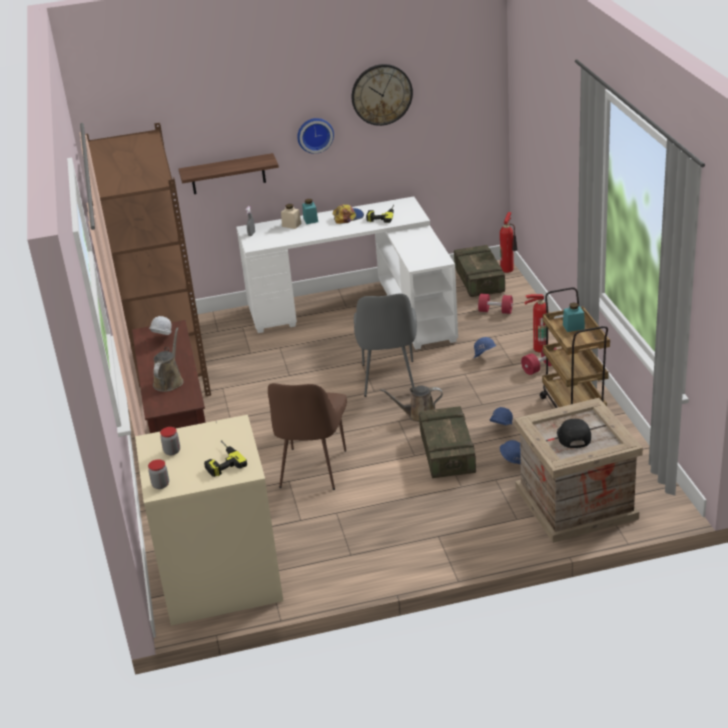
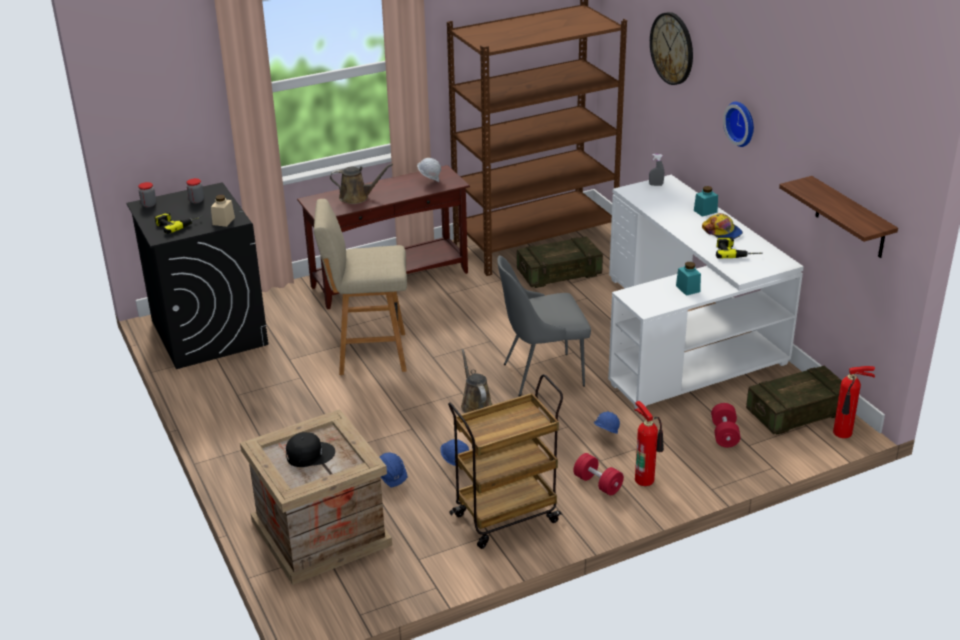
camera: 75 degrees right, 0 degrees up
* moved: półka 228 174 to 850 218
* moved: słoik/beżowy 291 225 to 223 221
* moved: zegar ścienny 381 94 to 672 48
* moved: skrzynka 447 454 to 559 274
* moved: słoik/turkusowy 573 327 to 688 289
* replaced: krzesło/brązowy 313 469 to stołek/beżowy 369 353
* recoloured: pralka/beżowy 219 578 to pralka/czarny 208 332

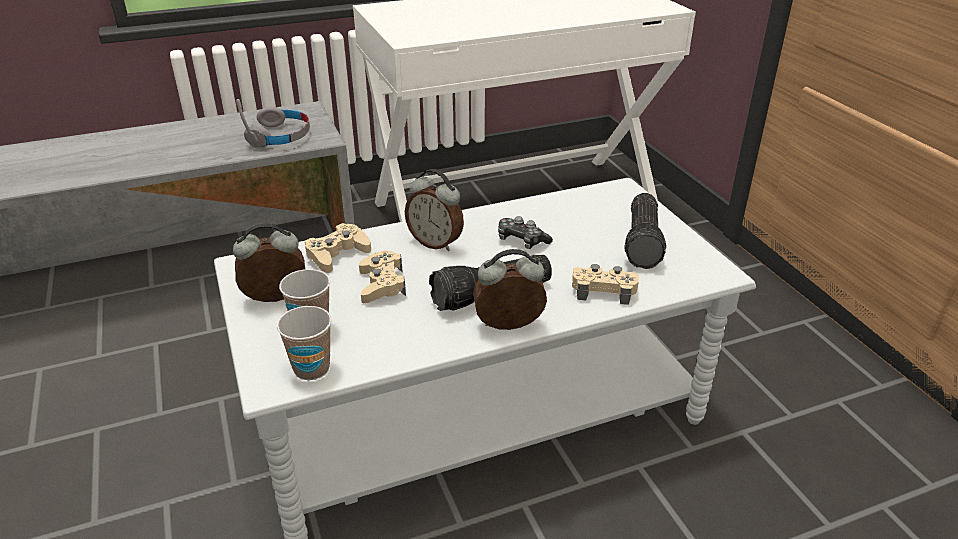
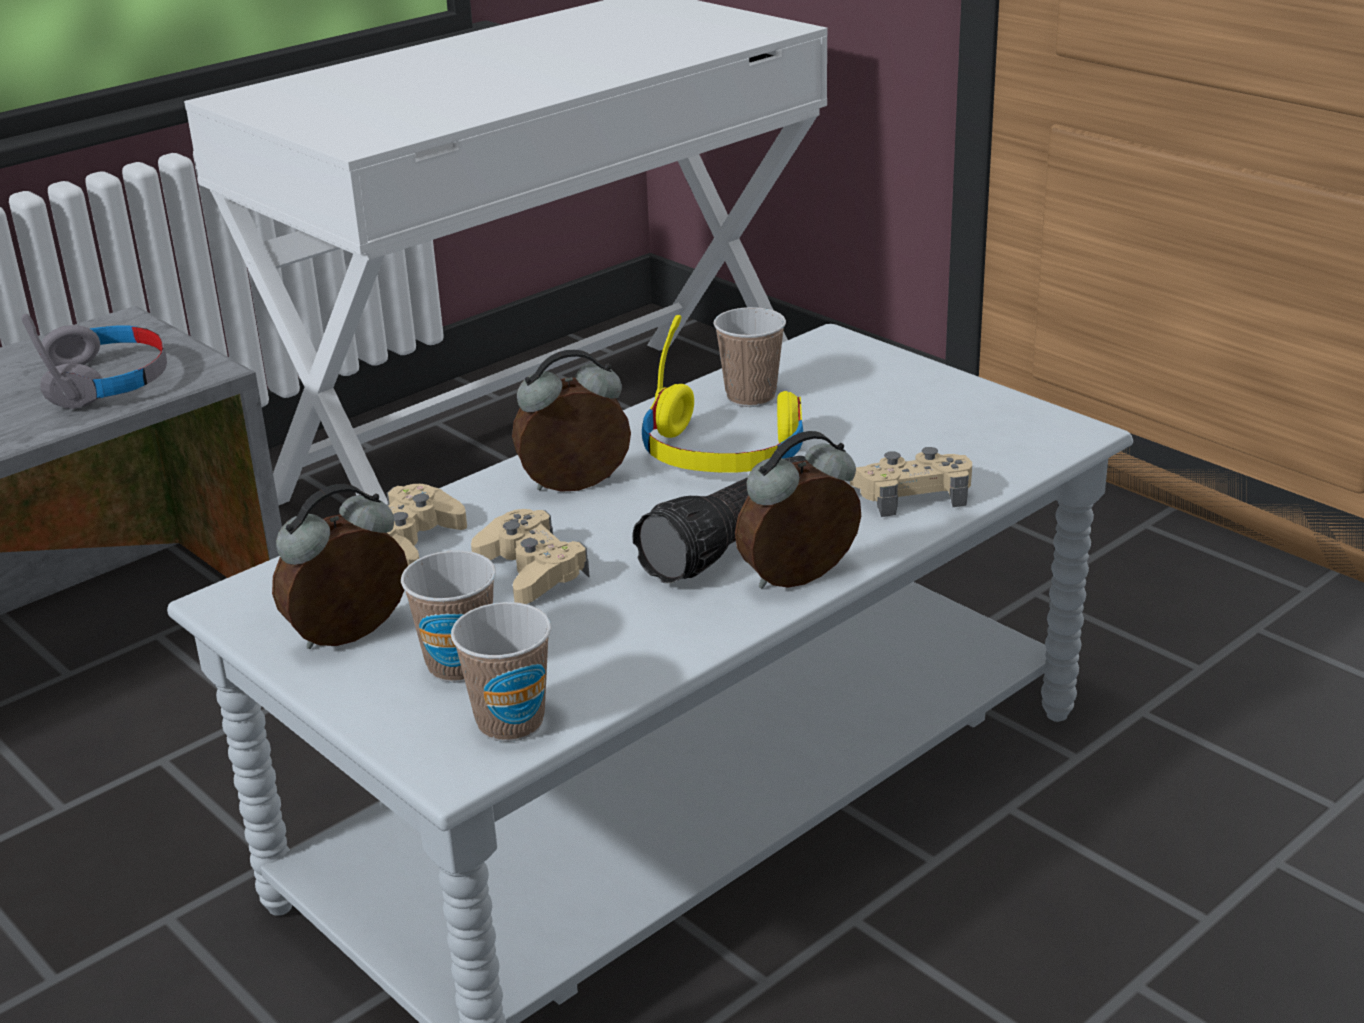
camera: 20 degrees left, 5 degrees down
* removed: latarka 644 242
* added: filiżanka 751 397
* replaced: pad do gier 521 241 to słuchawki/żółty 723 453
* turned: budzik 436 243 = 576 488 150 degrees clockwise

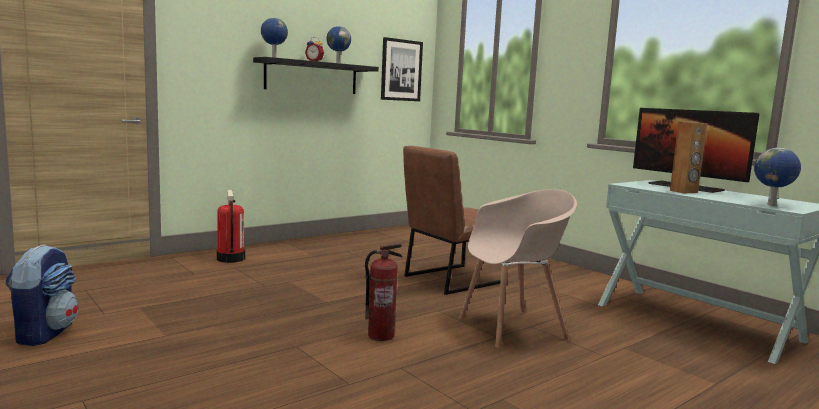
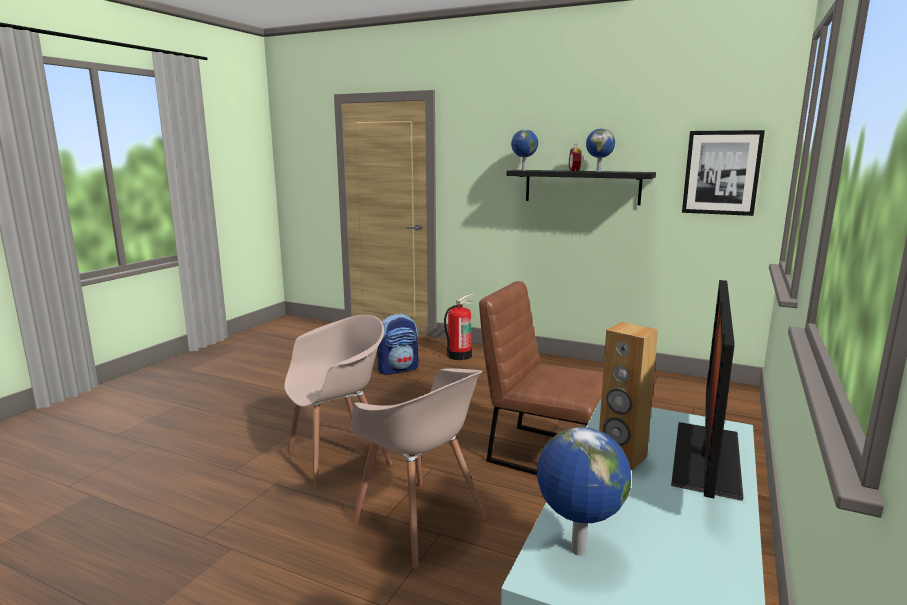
camera: 65 degrees right, 5 degrees up
* moved: plecak 45 333 to 398 369
* replaced: gaśnica 381 335 to krzesło/beżowy 340 458

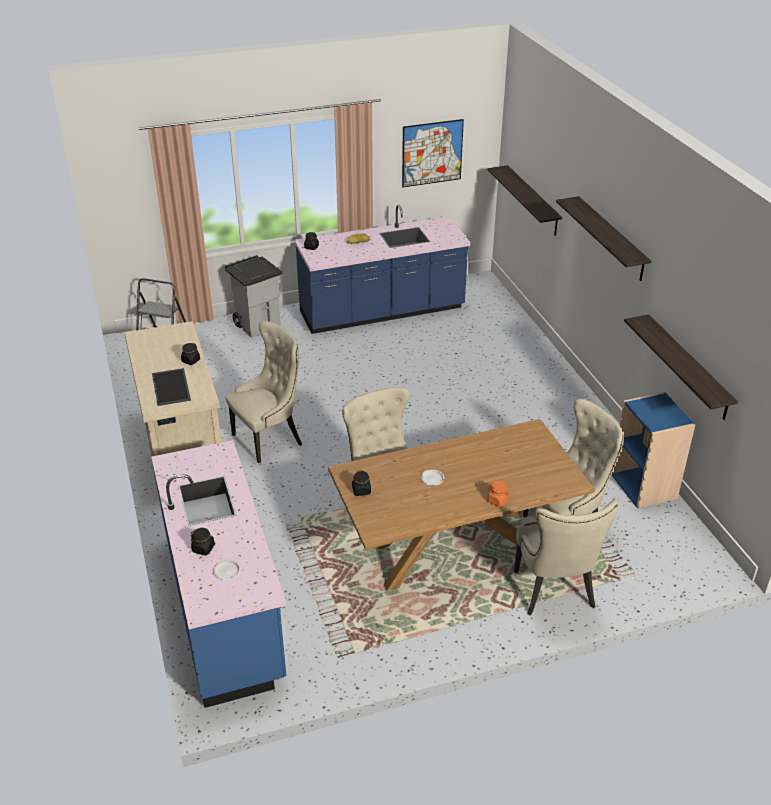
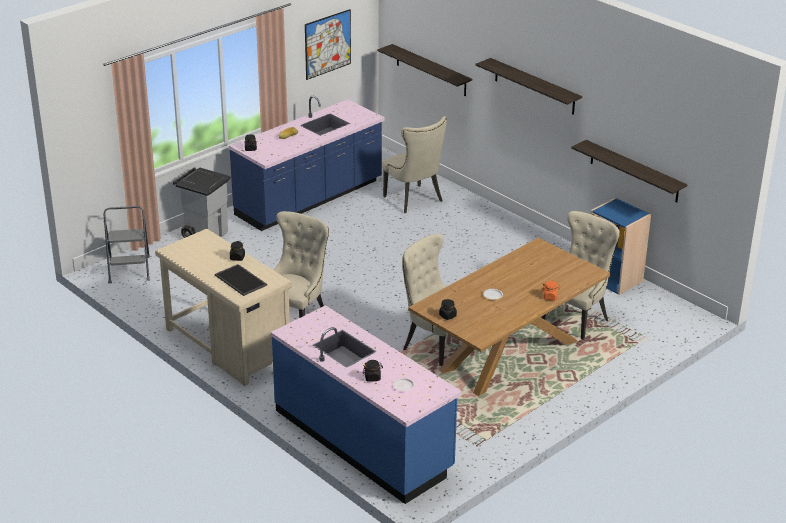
camera: 25 degrees left, 5 degrees down
* moved: krzesło/beżowy 554 591 to 413 200

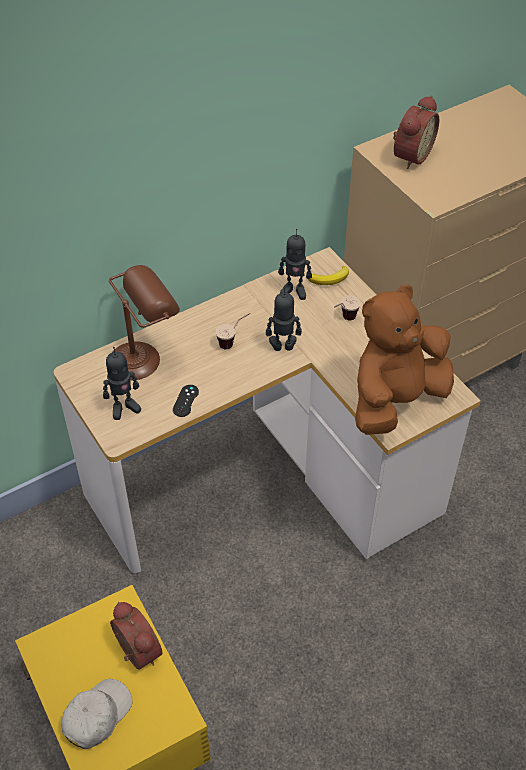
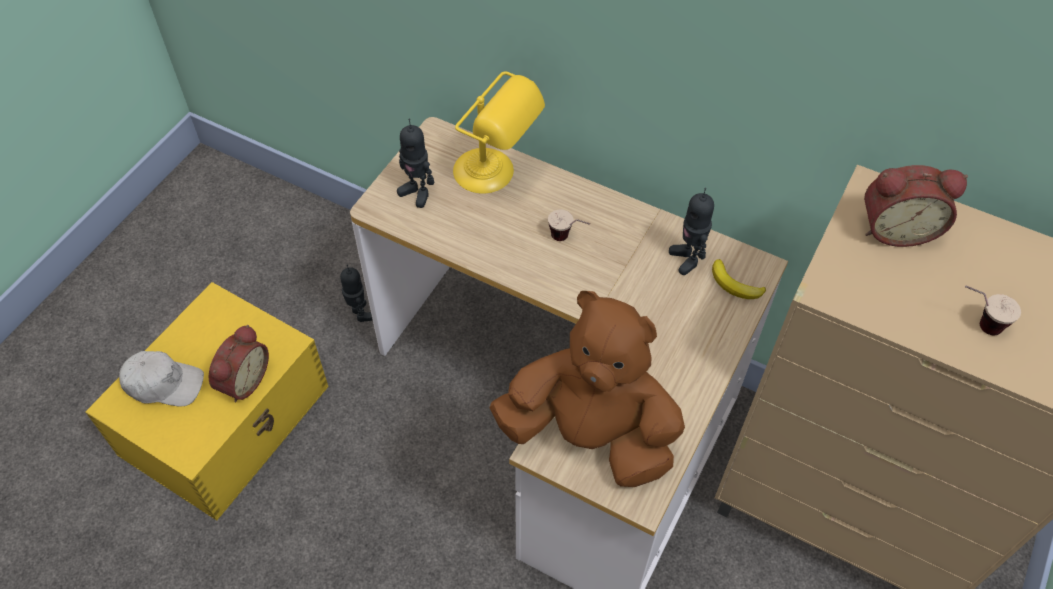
camera: 60 degrees right, 5 degrees up
* removed: pad do gier/czarny 185 401
* moved: robot zabawkowy 283 346 to 359 314
* moved: filiżanka 344 320 to 976 323
* recoloured: lampa stołowa/brązowy 143 355 to lampa stołowa/żółty 495 174

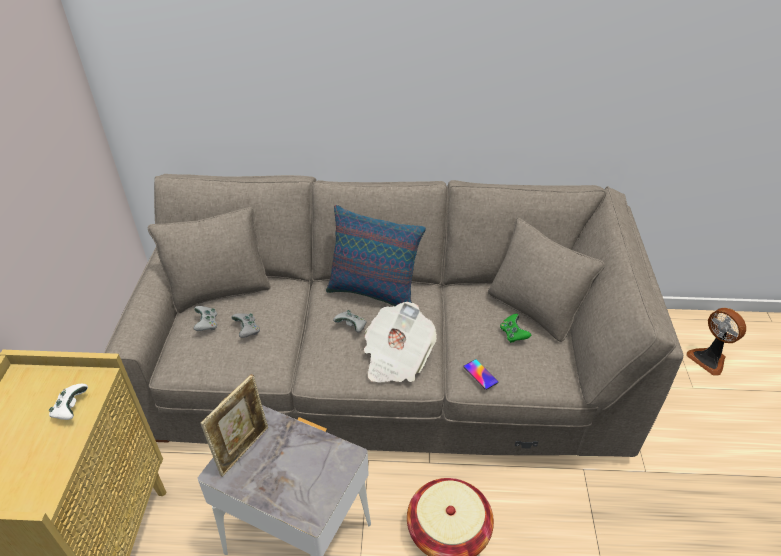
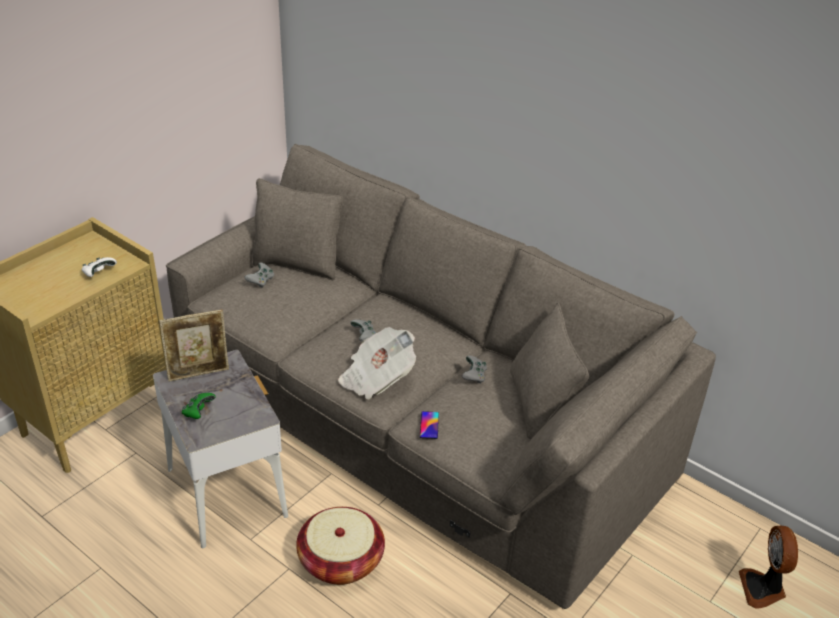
camera: 35 degrees right, 5 degrees down
* removed: poduszka/niebieski 373 293
* moved: pad do gier/szary 247 330 to 474 376
* moved: pad do gier/zielony 513 334 to 198 412

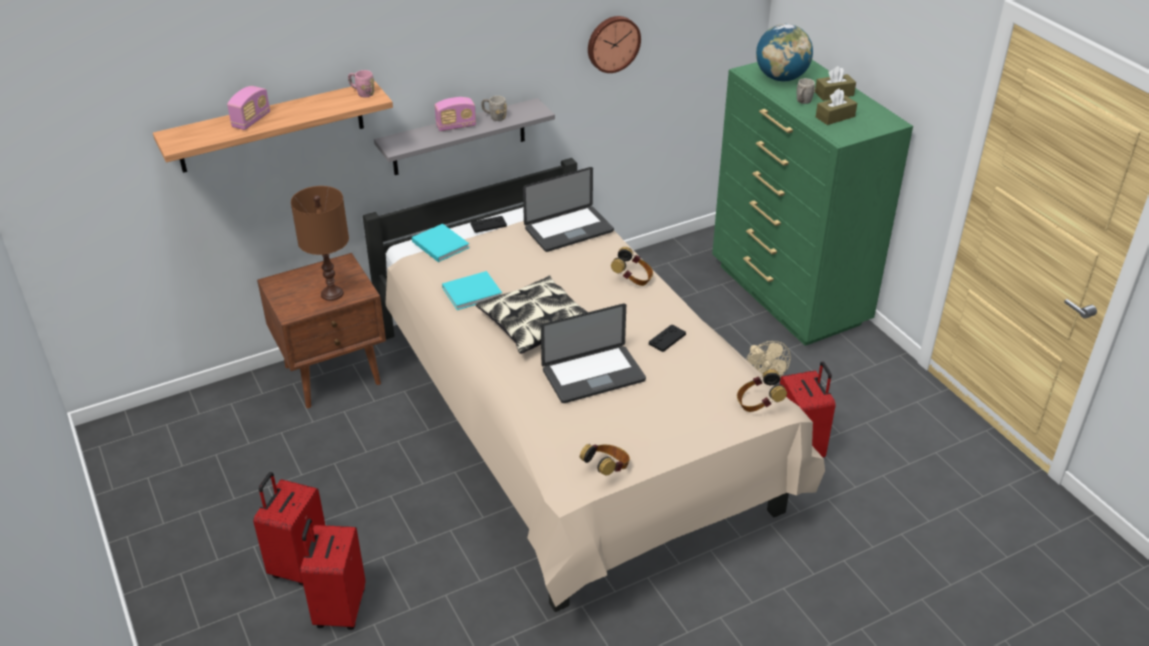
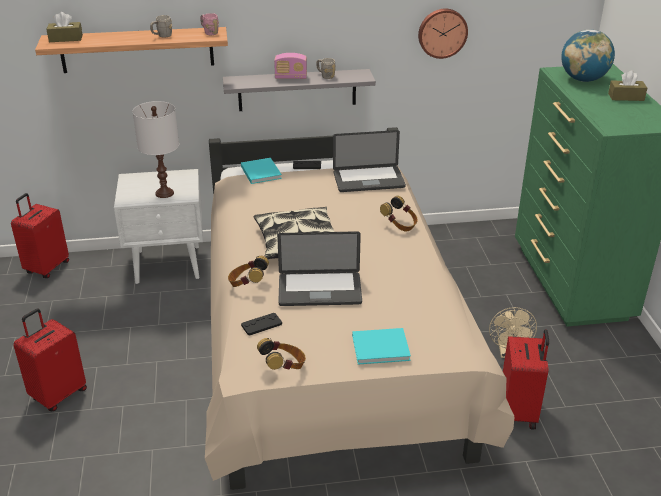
camera: 20 degrees right, 5 degrees down
* removed: radio 251 120
* moved: walizka/czerwony 339 609 to 46 267
* moved: książka/turkusowy 473 292 to 382 348
* moved: pad do gier/czarny 667 339 to 261 325
* moved: słuchawki 758 404 to 247 284
* moved: kubek/szary 802 102 to 162 36
* moved: pudełko chusteczek/brązowy 835 117 to 66 38
* recoloured: szafka nocna/brązowy 334 375 to szafka nocna/biały 169 264
* recoloured: lampa stołowa/brązowy 332 294 to lampa stołowa/biały 164 193

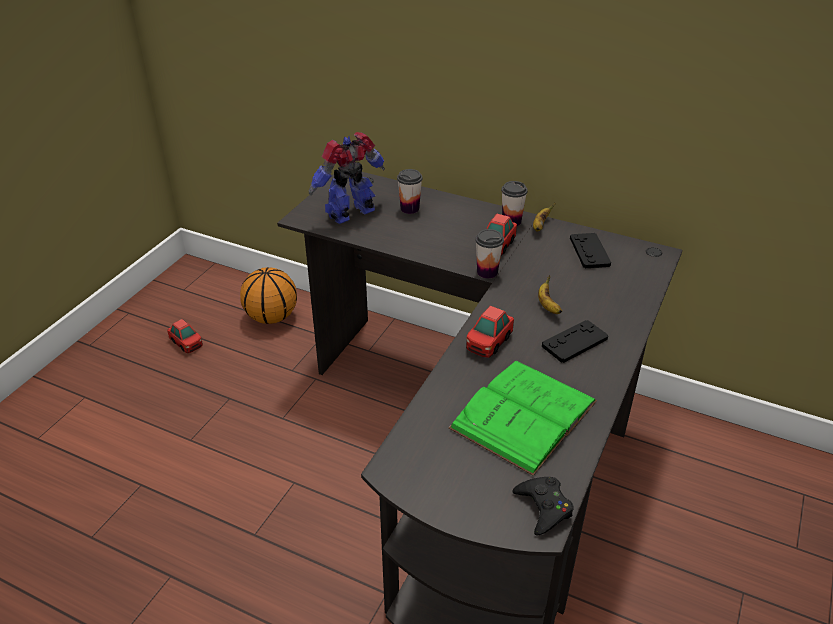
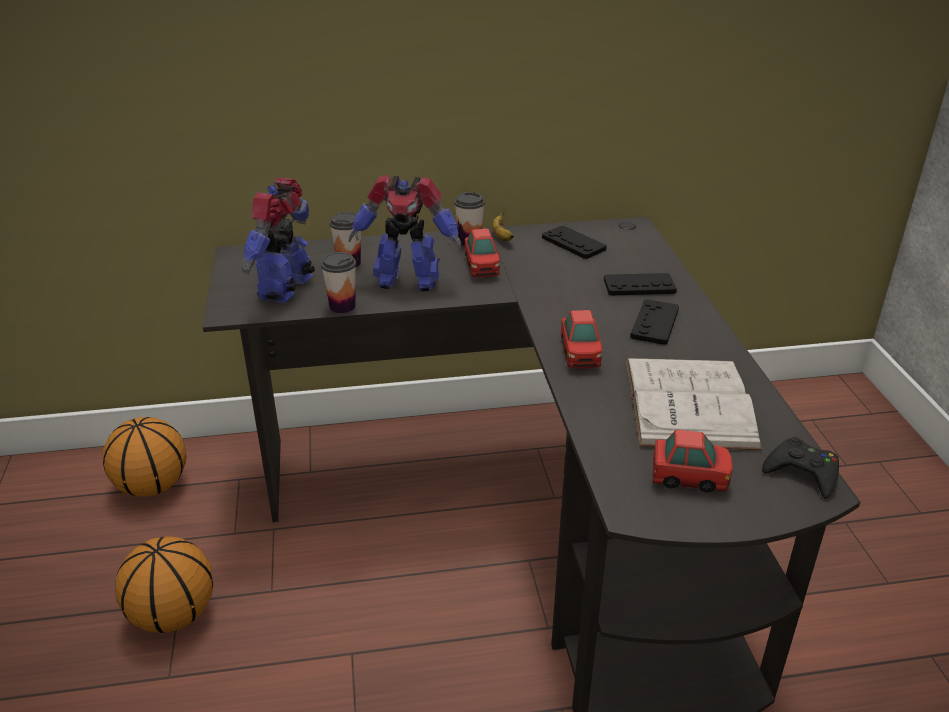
camera: 35 degrees left, 5 degrees down
* removed: banan 547 305
* added: piłka do koszykówki 174 615
* added: robot zabawkowy 407 280
* added: pad do gier/czarny 639 286
* moved: samochodzik 186 343 to 690 478
* moved: filiżanka 487 272 to 342 306
* recoloured: książka/zielony 524 414 to książka/biały 689 402

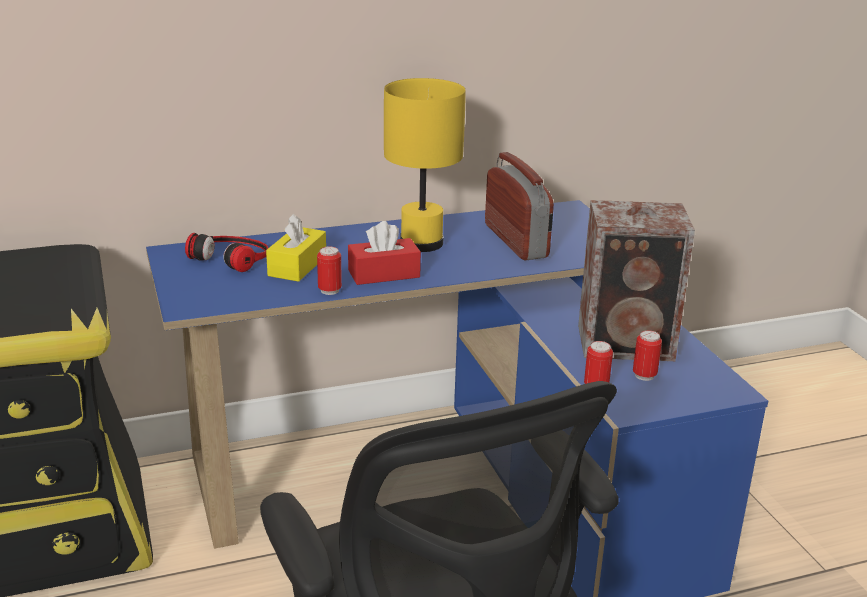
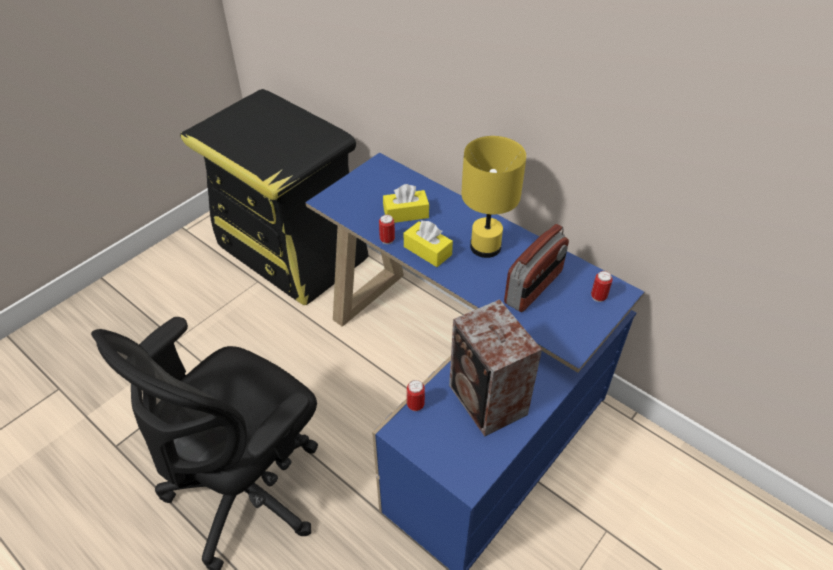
camera: 60 degrees right, 20 degrees up
* removed: słuchawki 232 256
* moved: puszka 644 375 to 598 297
* recoloured: pudełko chusteczek/czerwony 384 274 to pudełko chusteczek/żółty 427 251

